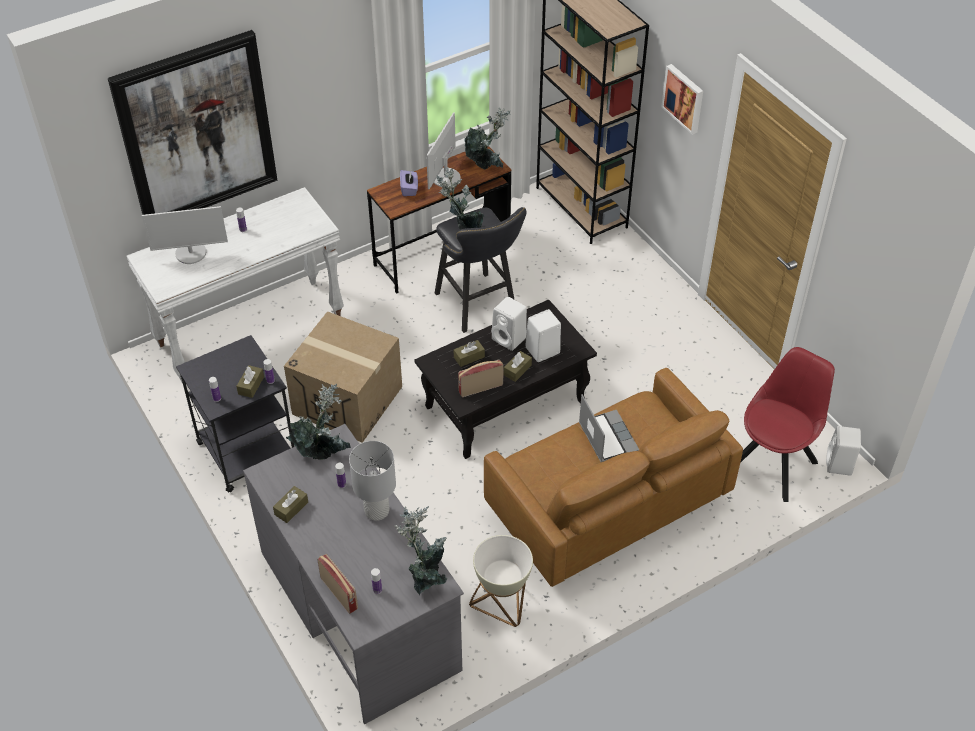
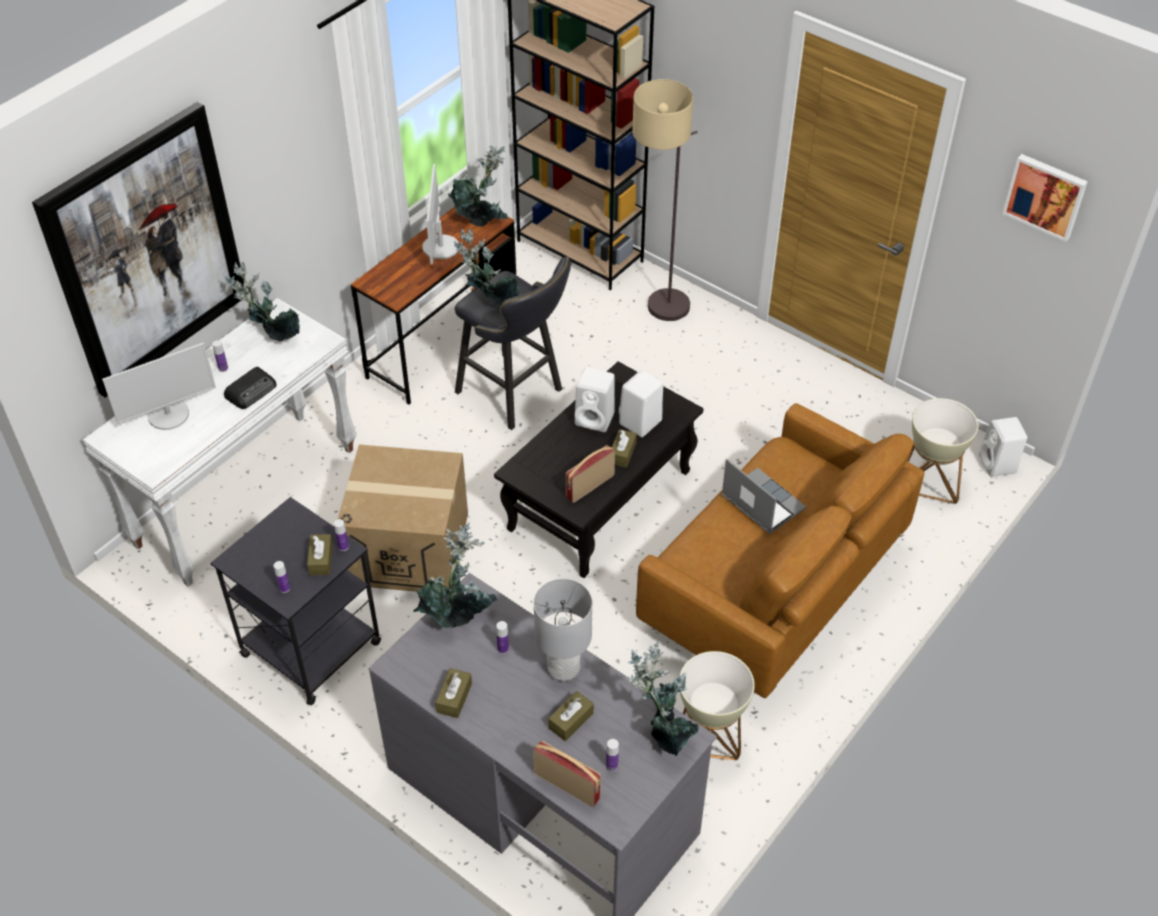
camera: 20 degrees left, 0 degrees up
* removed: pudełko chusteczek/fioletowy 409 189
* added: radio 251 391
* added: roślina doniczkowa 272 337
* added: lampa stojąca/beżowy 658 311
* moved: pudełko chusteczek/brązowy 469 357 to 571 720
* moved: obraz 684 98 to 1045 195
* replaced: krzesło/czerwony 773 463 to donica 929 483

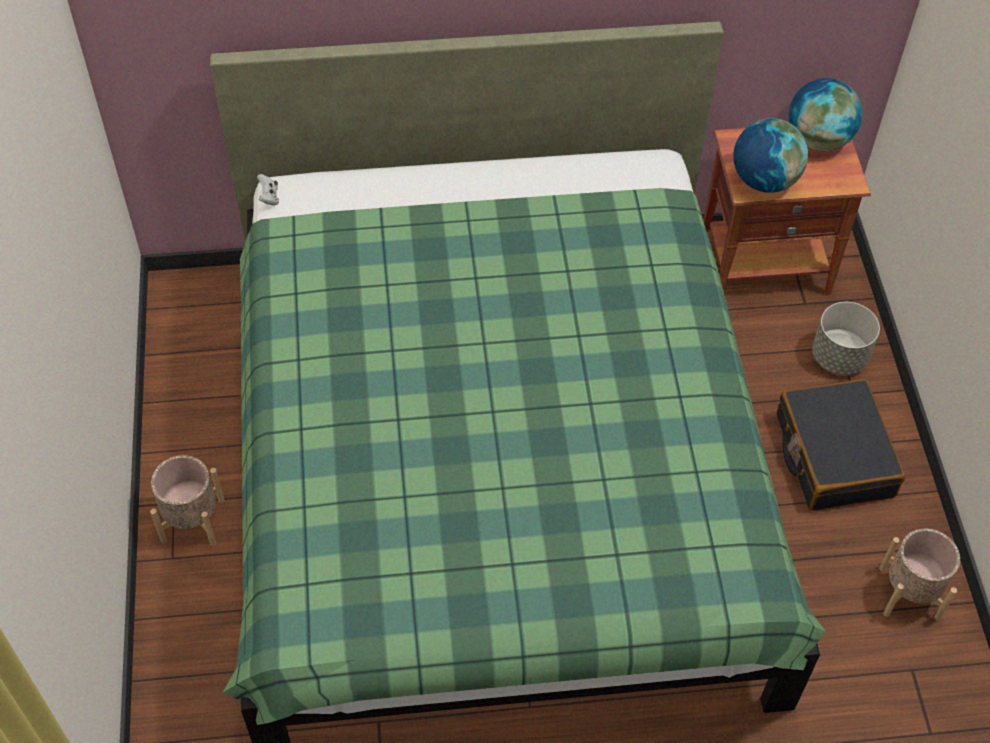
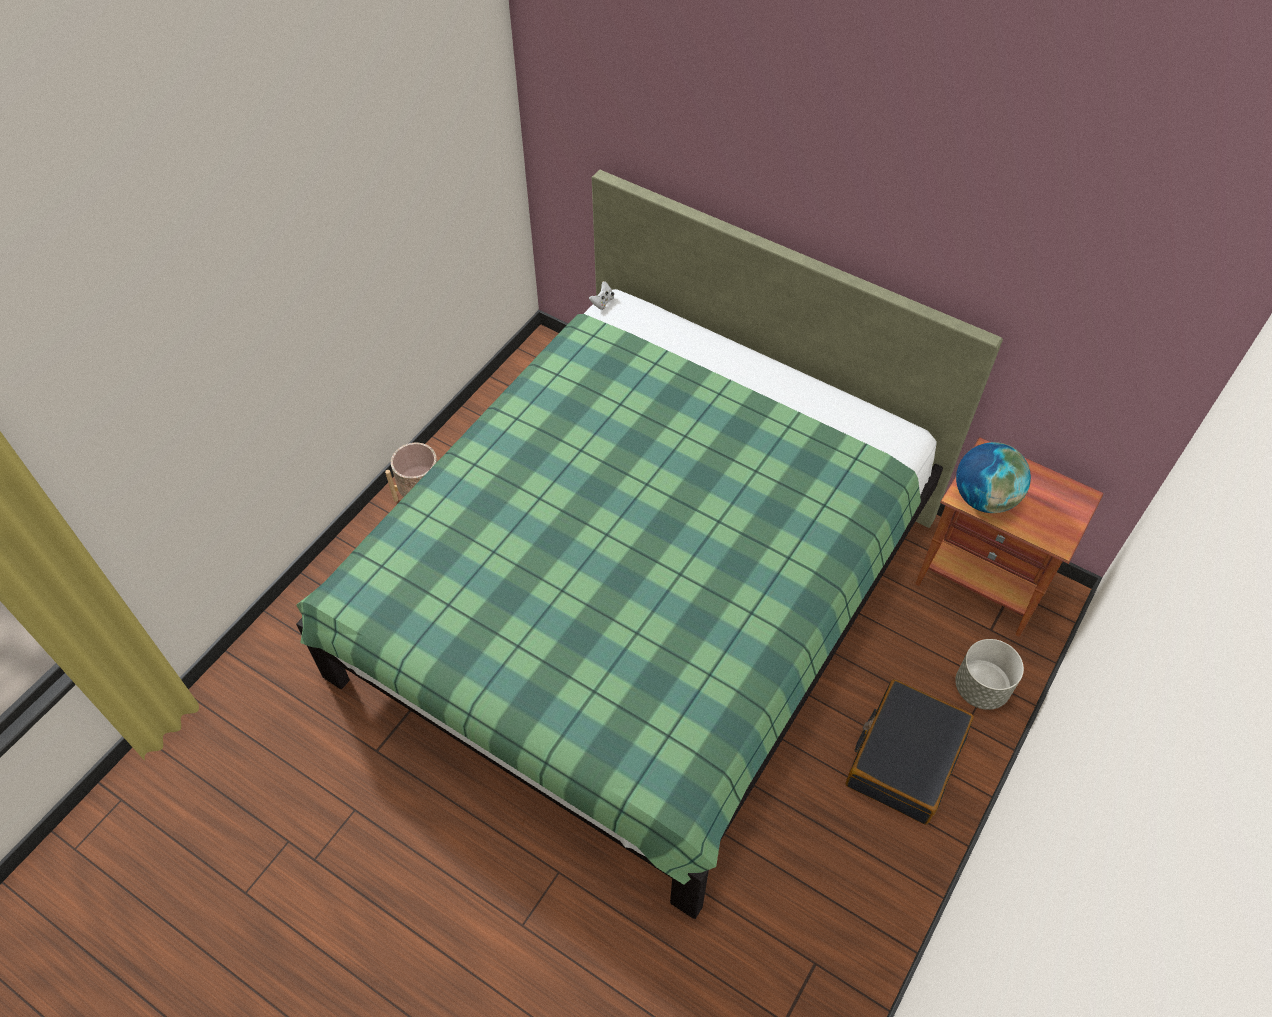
camera: 40 degrees right, 0 degrees up
* removed: globus 818 140
* removed: donica/beżowy 909 592

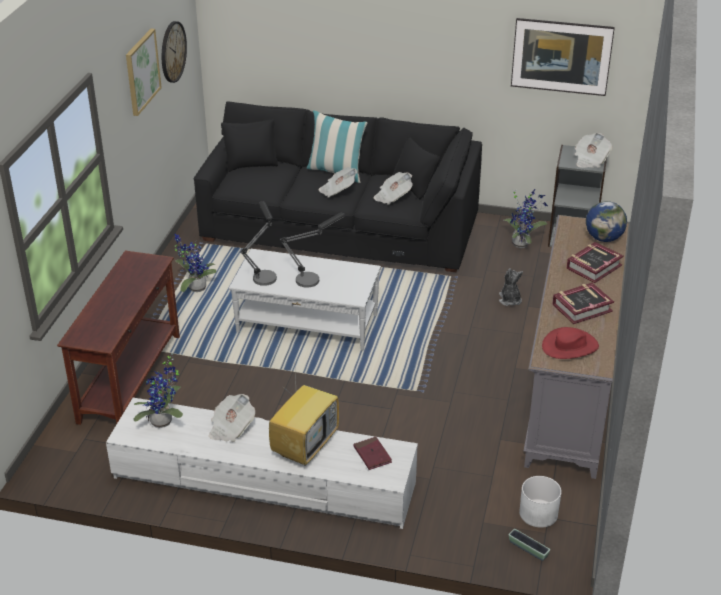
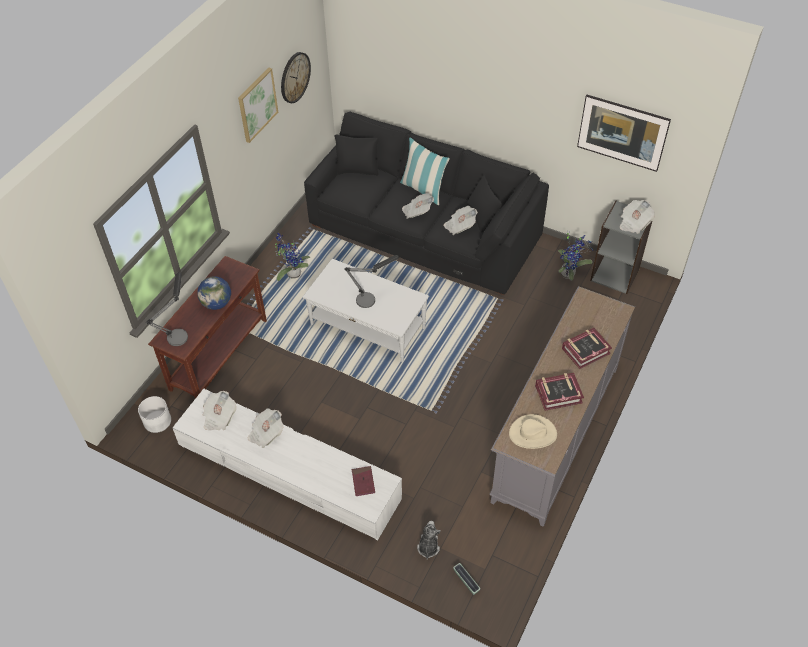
camera: 15 degrees right, 15 degrees up
* removed: telewizor 305 445
* moved: lampa stołowa 264 274 to 179 333
* moved: pluszak 509 300 to 428 547
* moved: donica/biały 538 513 to 157 421
* moved: globus 603 238 to 217 303
* replaced: roślina doniczkowa 164 422 to gazeta 219 417
* recoloured: kapelusz/czerwony 570 346 to kapelusz/beżowy 533 434

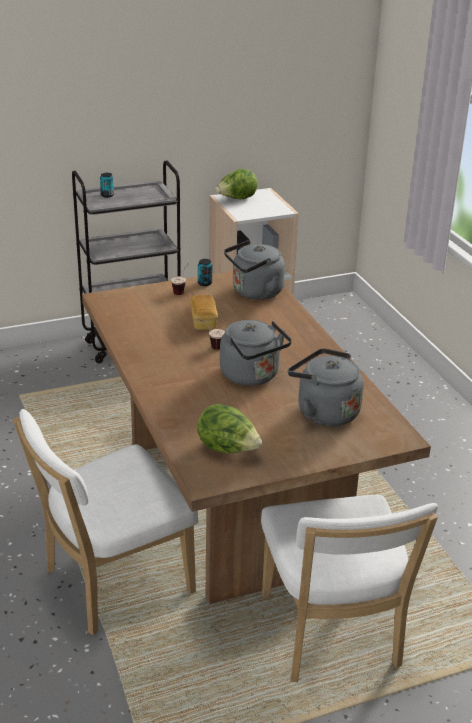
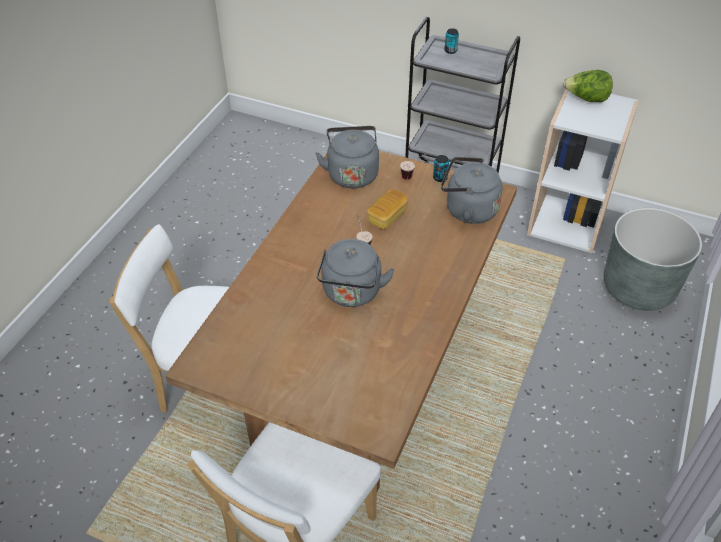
camera: 45 degrees right, 15 degrees up
* removed: sałata 228 449
* added: donica/szary 638 287
* moved: czajnik/szary 324 412 to 352 174

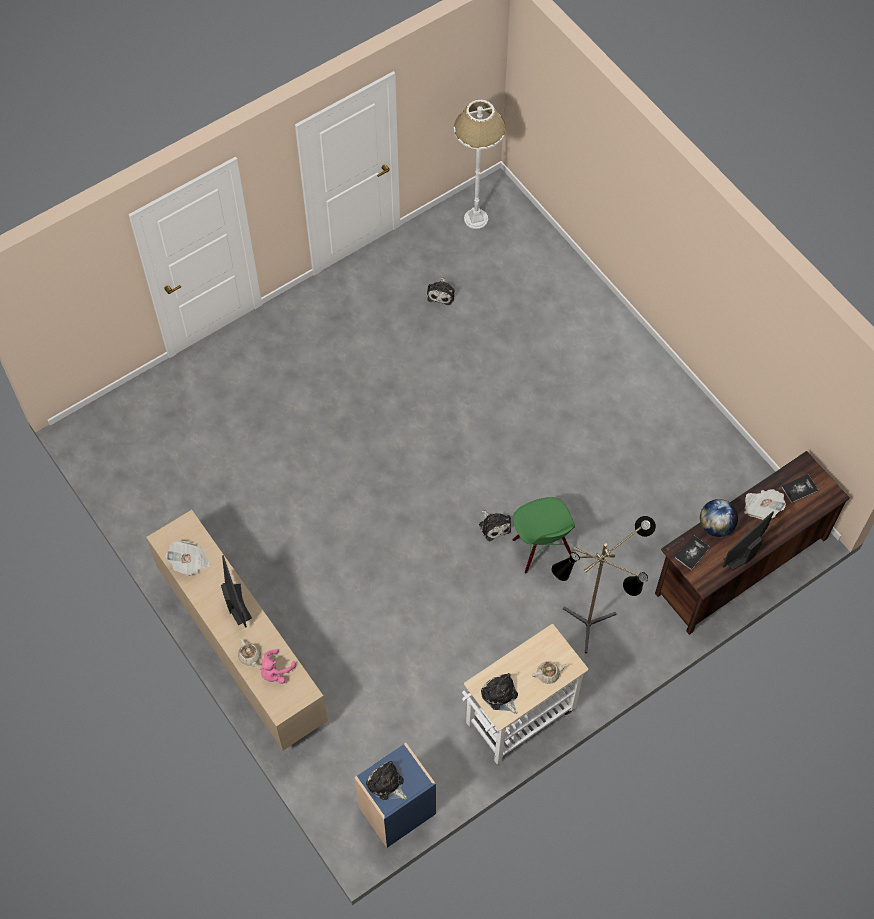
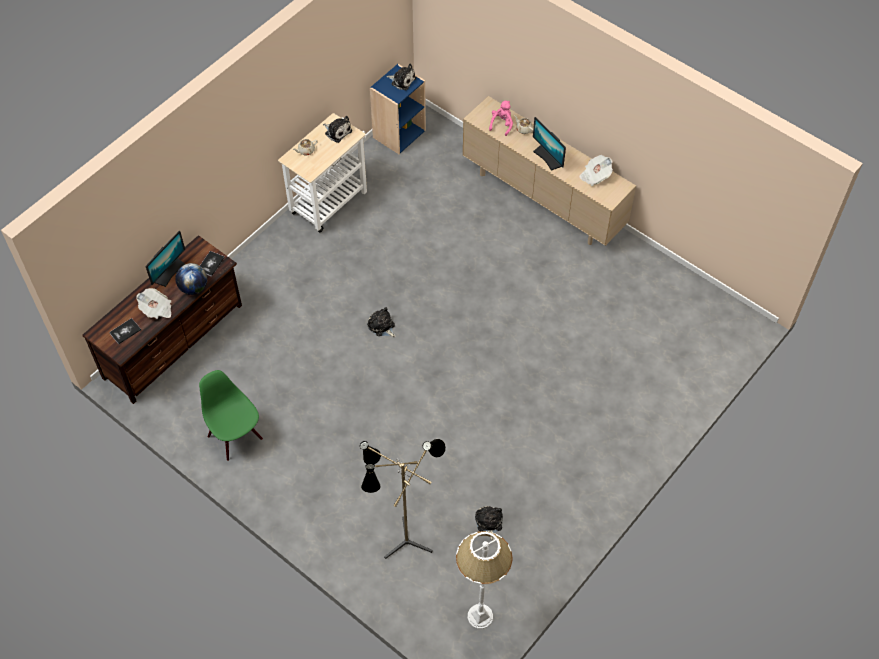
camera: 165 degrees right, 5 degrees down
* moved: krzesło/zielony 541 549 to 235 437
* moved: lampa stojąca 591 630 to 402 538

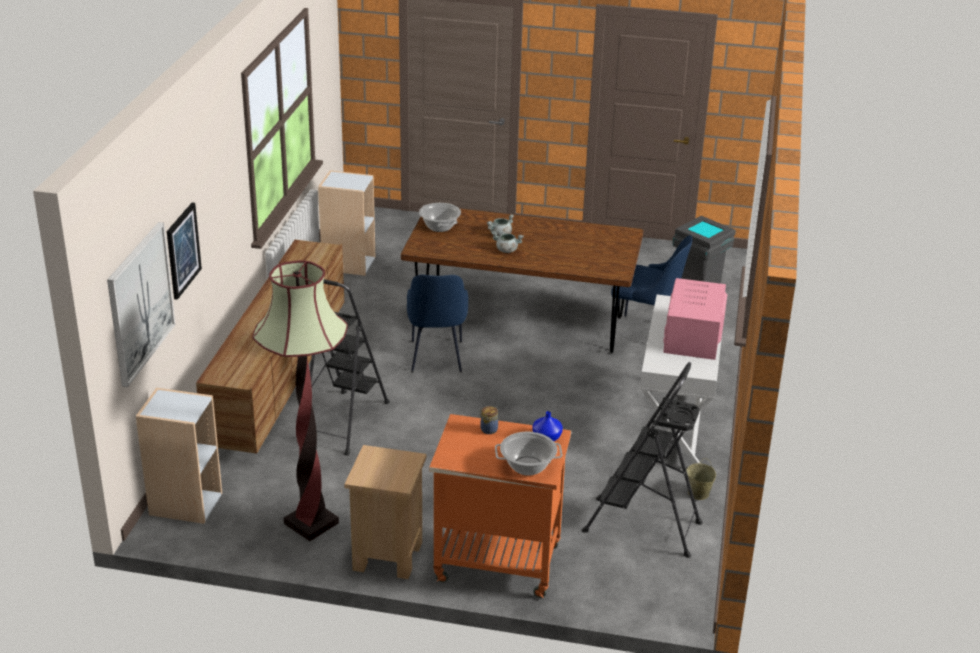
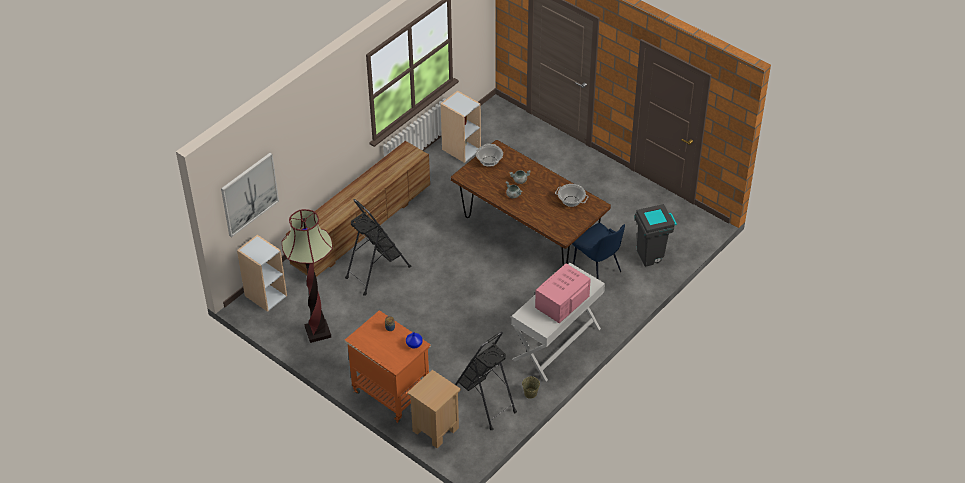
camera: 30 degrees right, 15 degrees up
* removed: obraz 182 250
* removed: krzesło/niebieski 437 357
* moved: szafka nocna/beżowy 387 555 to 435 428
* moved: garnek 527 466 to 571 201

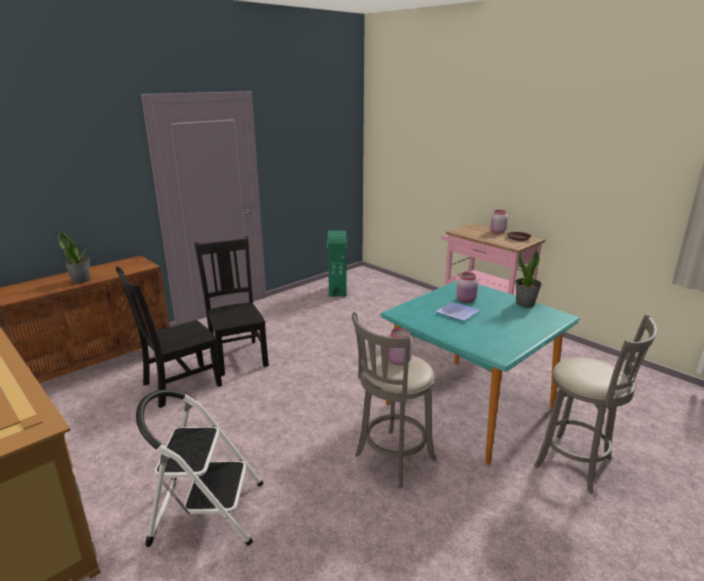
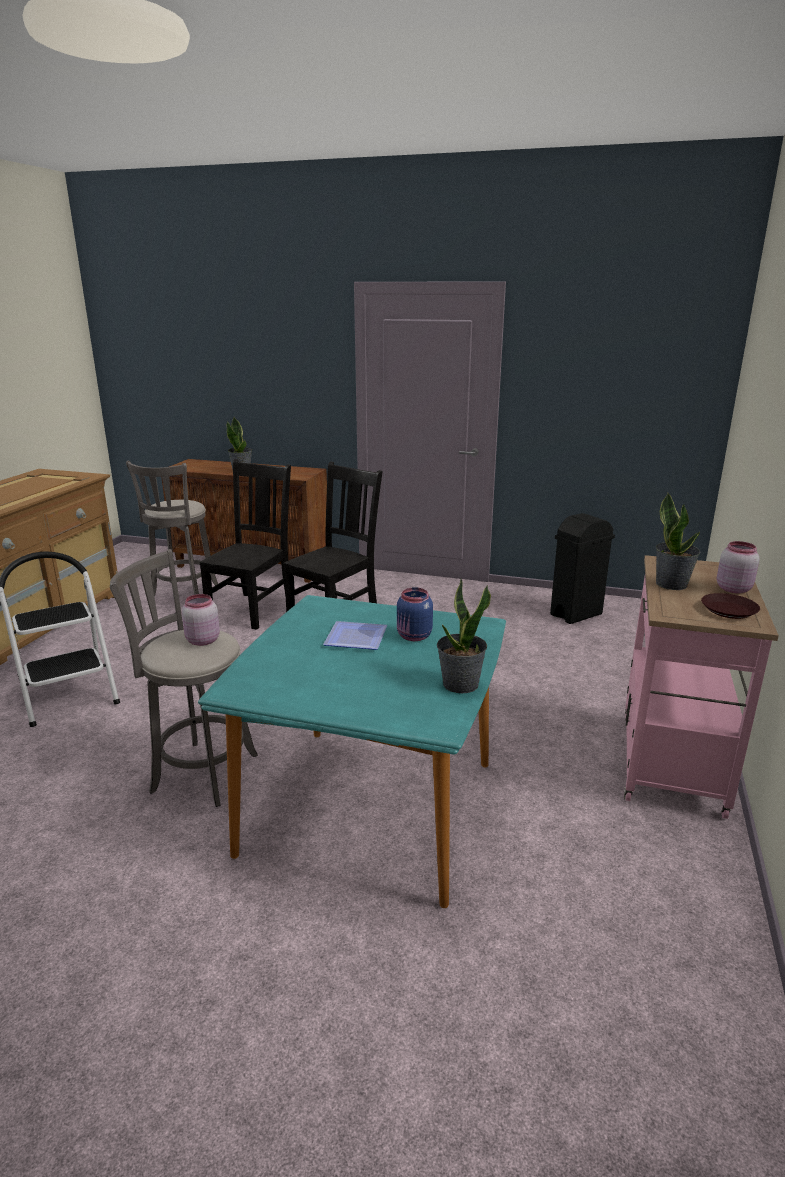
camera: 60 degrees right, 0 degrees up
* added: roślina doniczkowa 671 584
* moved: stołek/szary 577 464 to 183 594
* recoloured: kosz na śmieci/zielony 337 291 to kosz na śmieci/czarny 576 614
* recoloured: słoik/różowy 466 300 to słoik/niebieski 414 637
* turned: krzesło/czarny 179 385 = 253 609 90 degrees clockwise

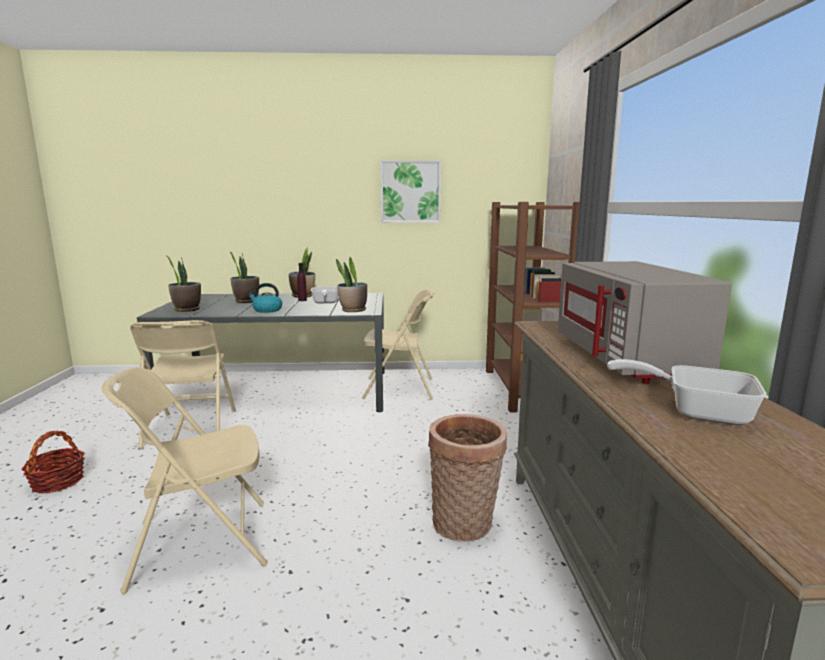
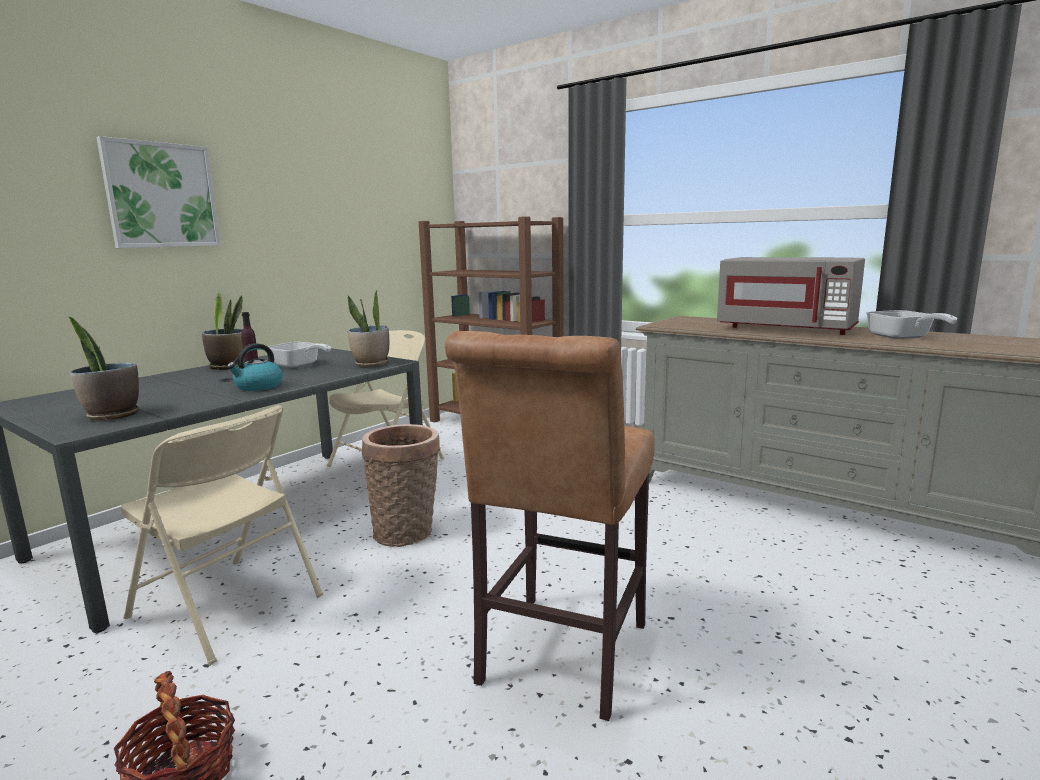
camera: 50 degrees left, 0 degrees up
* removed: roślina doniczkowa 246 301
* moved: obraz 410 191 to 161 195
* moved: koszyk 465 525 to 407 532
* replaced: krzesło/beżowy 201 543 to stołek/brązowy 559 659
* turned: patelnia 696 411 = 902 337 75 degrees counterclockwise

